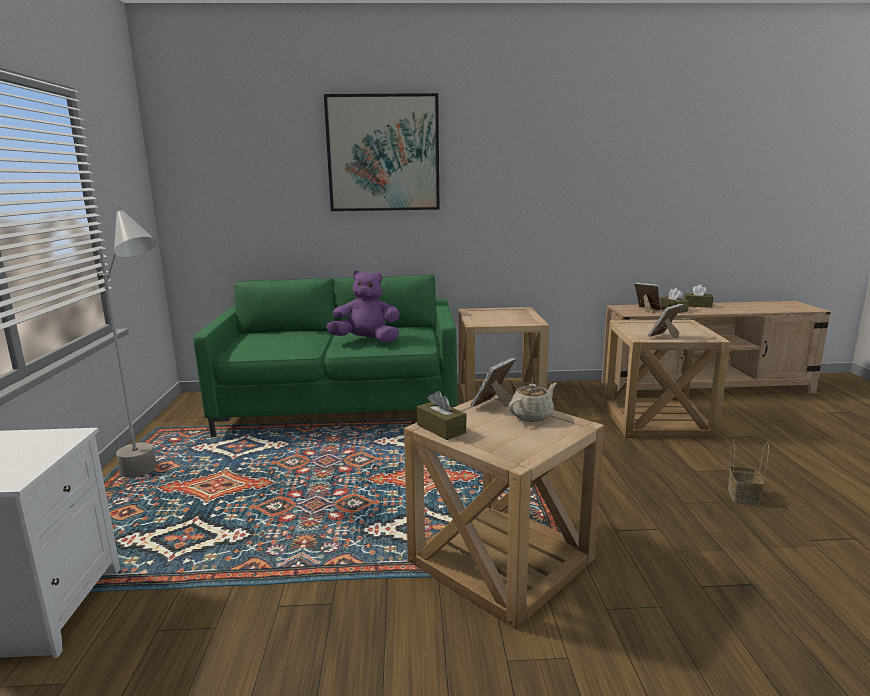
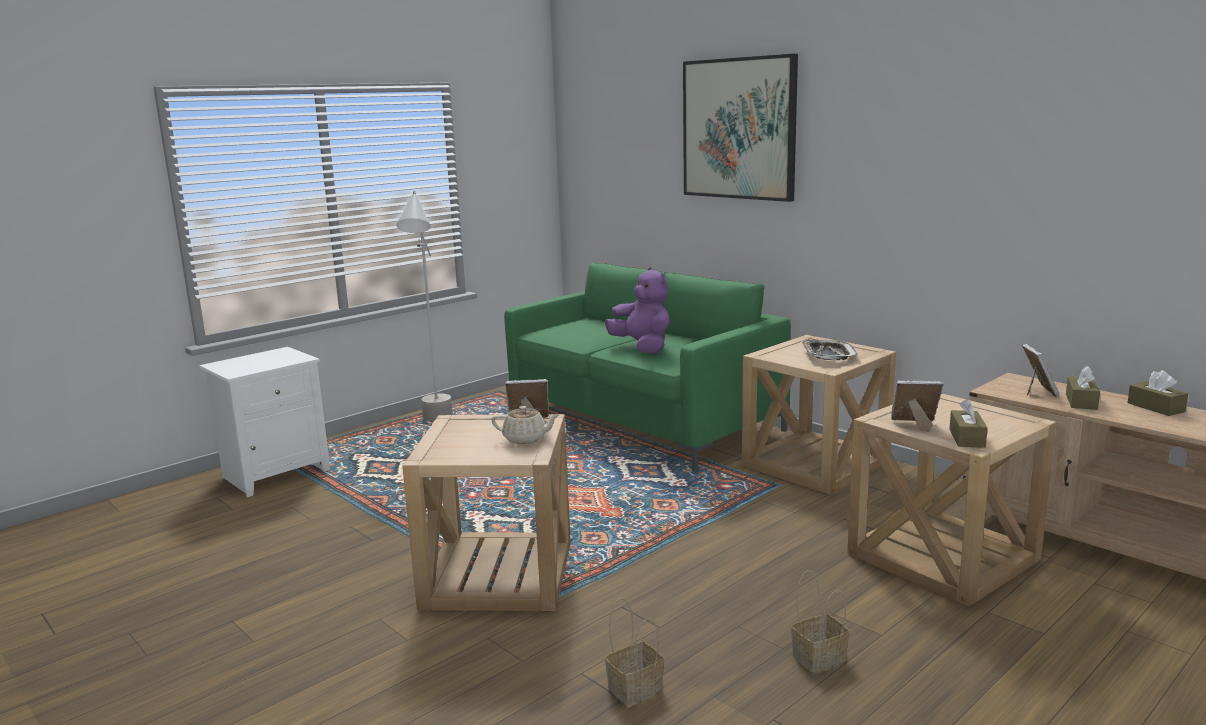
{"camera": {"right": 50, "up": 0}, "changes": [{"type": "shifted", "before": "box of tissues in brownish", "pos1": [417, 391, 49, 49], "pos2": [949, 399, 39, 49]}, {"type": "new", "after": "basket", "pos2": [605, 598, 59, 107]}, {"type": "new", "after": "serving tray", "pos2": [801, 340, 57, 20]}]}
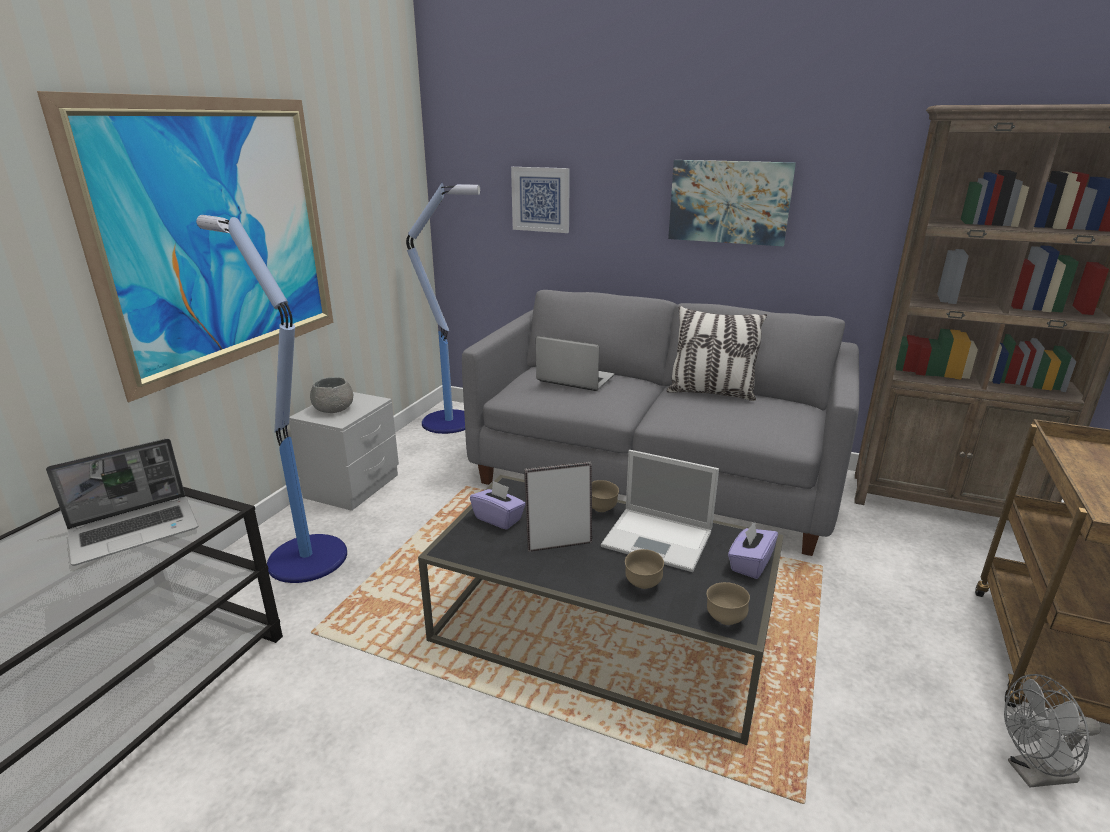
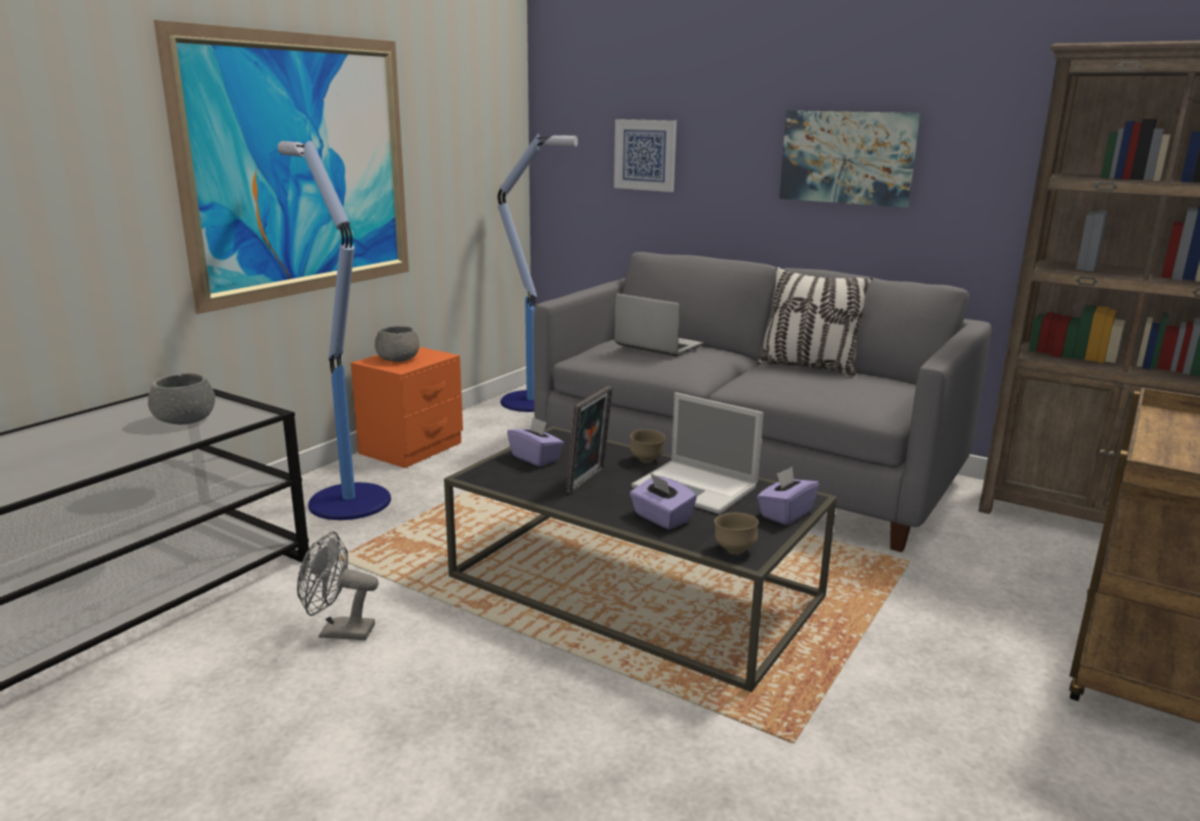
{"camera": {"right": 10, "up": -5}, "changes": [{"type": "swapped", "before": "notebook computer", "after": "deep dish in greyish", "pos1": [46, 438, 152, 128], "pos2": [148, 373, 67, 52]}, {"type": "repainted", "before": "nightstand in greyish", "after": "nightstand in orangey", "pos1": [289, 392, 110, 119], "pos2": [351, 347, 112, 121]}, {"type": "rotated", "before": "photo frame", "pos1": [524, 461, 68, 91], "pos2": [566, 386, 47, 108], "turn": 120}, {"type": "swapped", "before": "deep dish in brownish", "after": "box of tissues in purple", "pos1": [625, 549, 39, 40], "pos2": [630, 473, 67, 57]}, {"type": "shifted", "before": "fan in greyish", "pos1": [1004, 674, 97, 114], "pos2": [297, 531, 82, 109]}]}
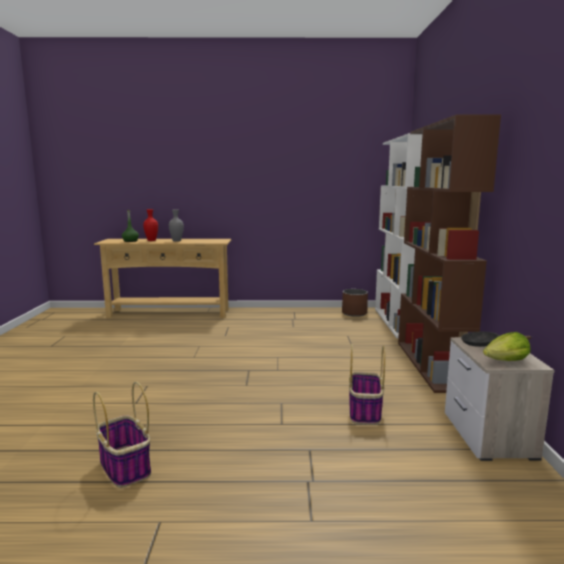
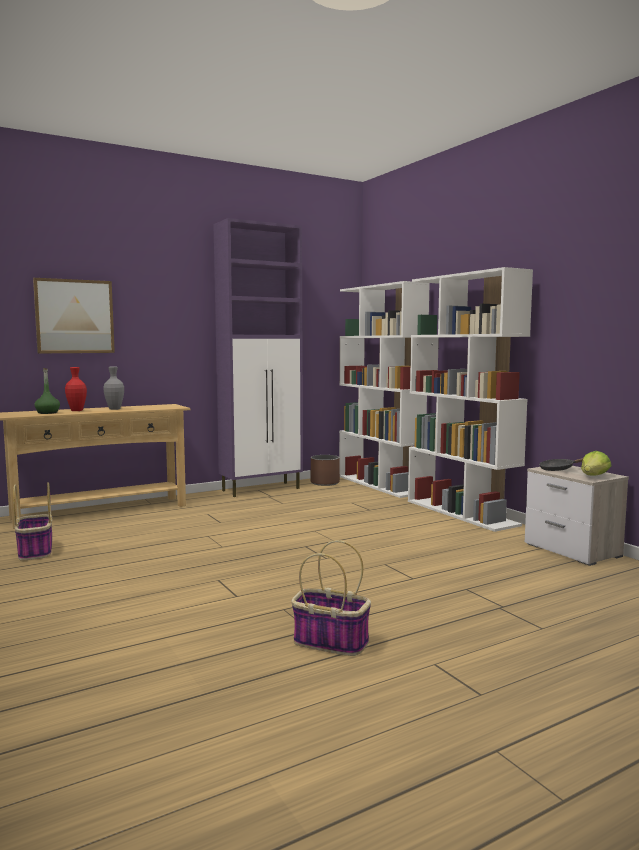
{"camera": {"right": -30, "up": -5}, "changes": [{"type": "shifted", "before": "basket", "pos1": [349, 344, 36, 81], "pos2": [13, 482, 39, 79]}, {"type": "repainted", "before": "bookcase in brownish", "after": "bookcase in white-coloured", "pos1": [398, 115, 103, 278], "pos2": [408, 267, 125, 265]}, {"type": "new", "after": "wall art", "pos2": [33, 278, 82, 75]}, {"type": "new", "after": "cupboard in purple", "pos2": [213, 218, 90, 279]}]}
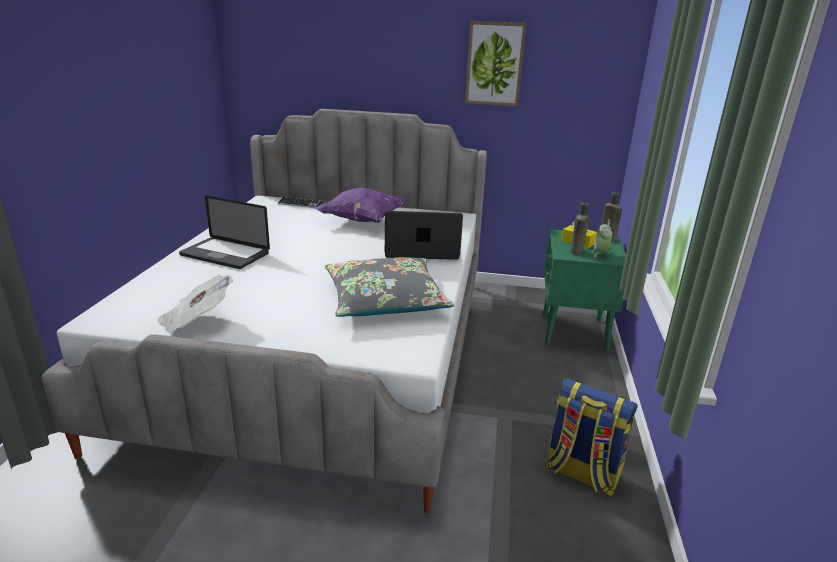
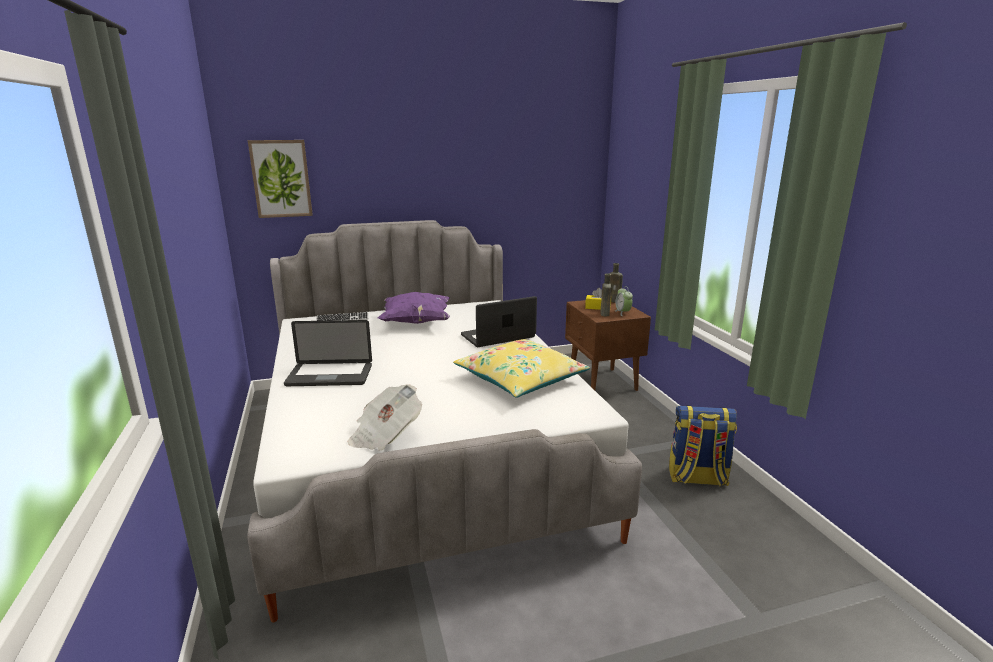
{"camera": {"right": -25, "up": -5}, "changes": [{"type": "repainted", "before": "cushion in greyish", "after": "cushion in yellow-coloured", "pos1": [325, 257, 129, 60], "pos2": [453, 339, 137, 59]}, {"type": "shifted", "before": "wall art", "pos1": [465, 21, 62, 85], "pos2": [248, 140, 65, 78]}, {"type": "repainted", "before": "nightstand in green-coloured", "after": "nightstand in brownish", "pos1": [543, 229, 83, 123], "pos2": [565, 300, 86, 91]}]}
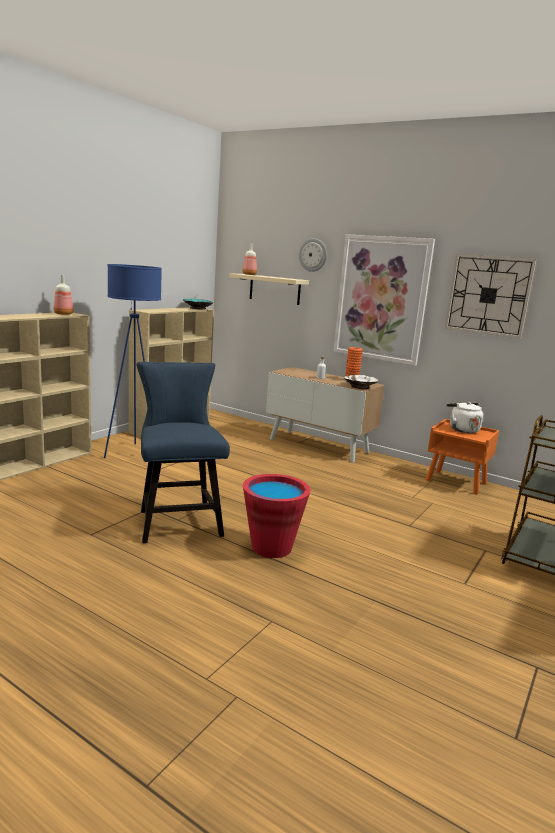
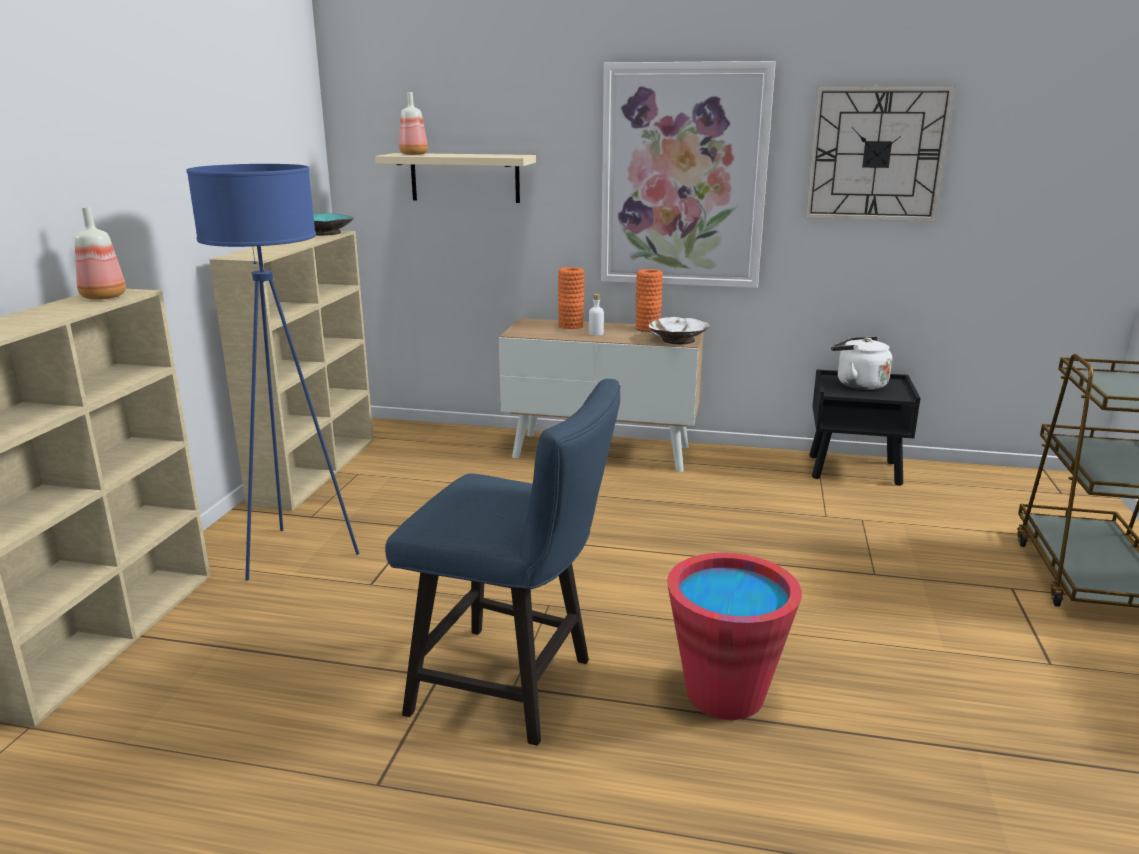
{"camera": {"right": -20, "up": 5}, "changes": [{"type": "rotated", "before": "chair in blue", "pos1": [136, 362, 94, 181], "pos2": [385, 379, 236, 367], "turn": 150}, {"type": "gone", "before": "wall clock", "pos1": [299, 238, 28, 34]}, {"type": "repainted", "before": "nightstand in orangey", "after": "nightstand in black", "pos1": [426, 419, 73, 75], "pos2": [809, 369, 112, 117]}, {"type": "new", "after": "flower vase in orangey", "pos2": [558, 267, 27, 62]}]}
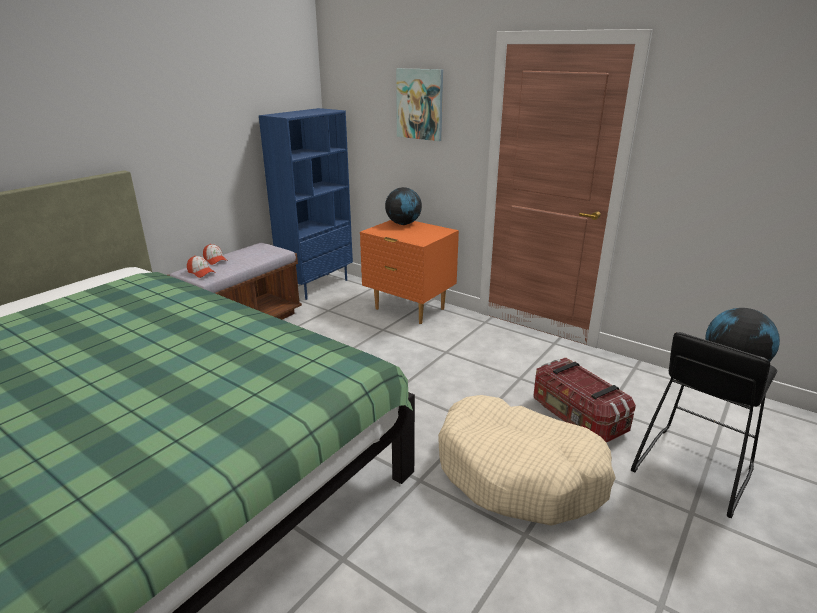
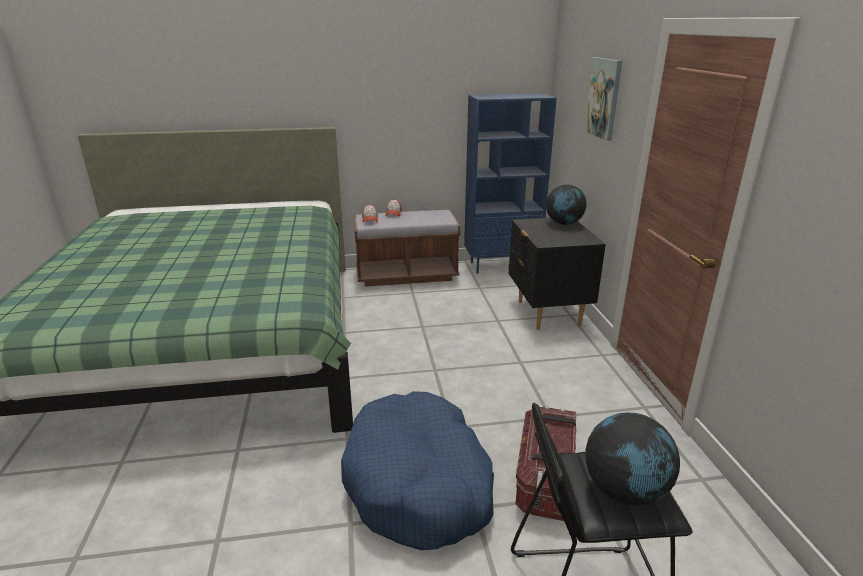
{"camera": {"right": 45, "up": 0}, "changes": [{"type": "repainted", "before": "nightstand in orangey", "after": "nightstand in black", "pos1": [360, 220, 99, 104], "pos2": [509, 218, 97, 112]}, {"type": "repainted", "before": "pet bed in beige", "after": "pet bed in blue", "pos1": [438, 395, 178, 131], "pos2": [341, 391, 153, 159]}]}
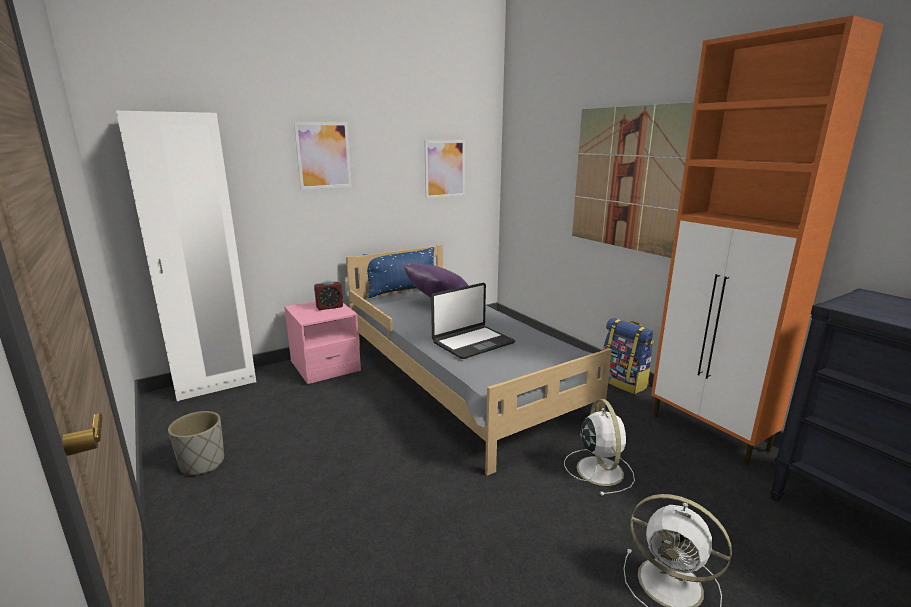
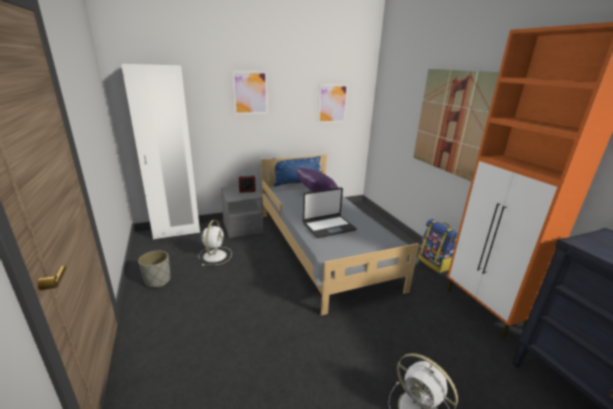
{"camera": {"right": 10, "up": 5}, "changes": [{"type": "repainted", "before": "nightstand in pink-coloured", "after": "nightstand in greyish", "pos1": [284, 301, 77, 83], "pos2": [221, 186, 42, 52]}, {"type": "shifted", "before": "fan in white-coloured", "pos1": [564, 399, 71, 96], "pos2": [199, 220, 33, 46]}]}
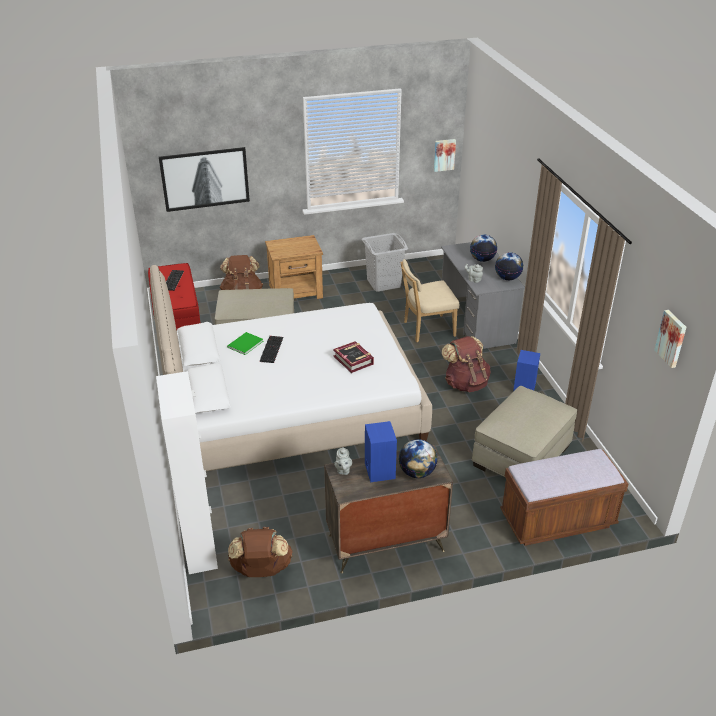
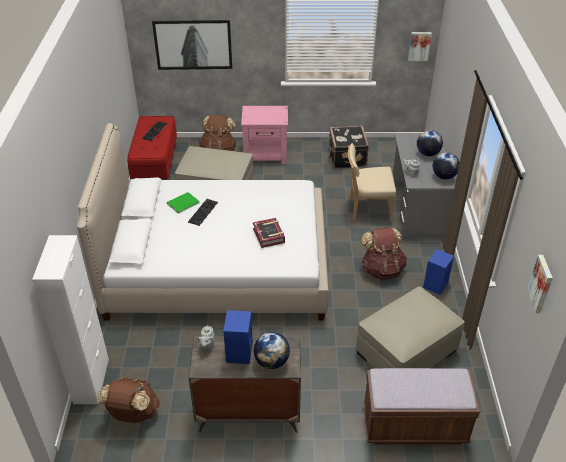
{"camera": {"right": 15, "up": 5}, "changes": [{"type": "repainted", "before": "nightstand in brownish", "after": "nightstand in pink-coloured", "pos1": [265, 235, 58, 64], "pos2": [241, 106, 47, 58]}, {"type": "swapped", "before": "washing basket in greyish", "after": "suitcase in black", "pos1": [362, 233, 46, 59], "pos2": [329, 126, 40, 43]}]}
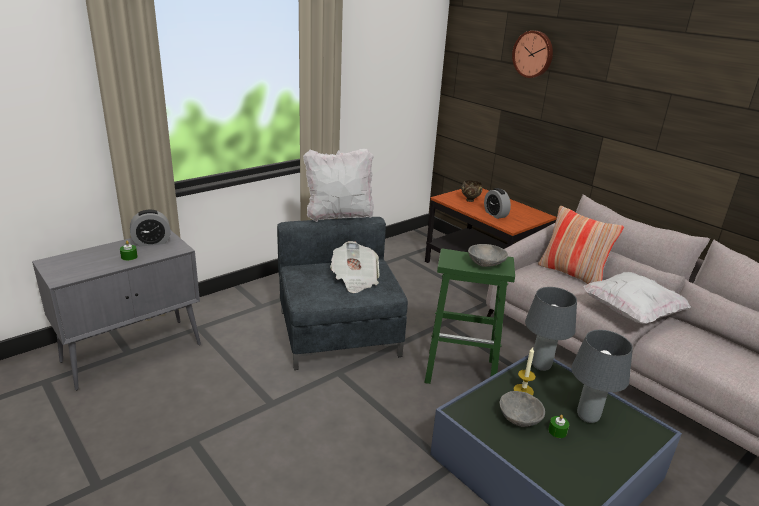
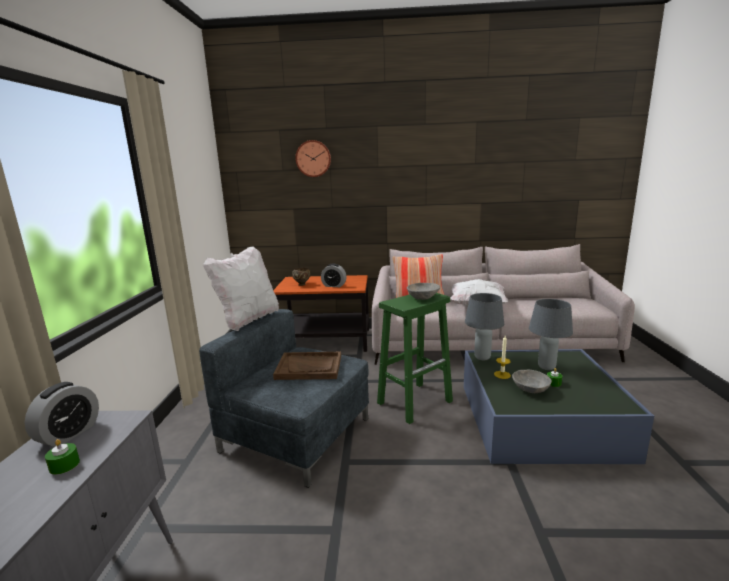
{"camera": {"right": -45, "up": -10}, "changes": [{"type": "swapped", "before": "printed paper", "after": "serving tray in brownish", "pos1": [330, 241, 50, 52], "pos2": [273, 352, 68, 28]}]}
